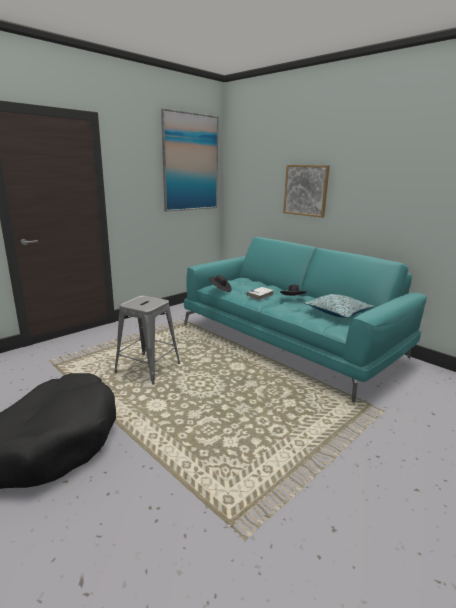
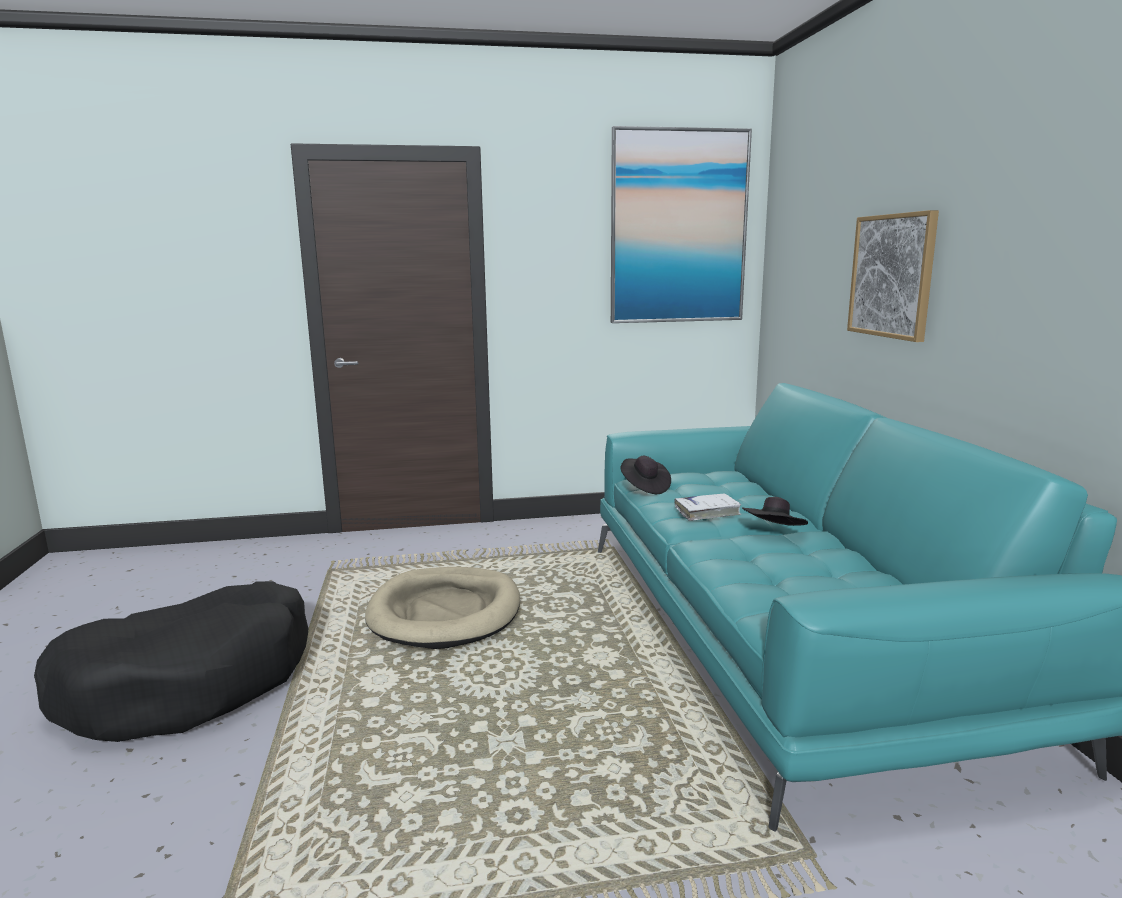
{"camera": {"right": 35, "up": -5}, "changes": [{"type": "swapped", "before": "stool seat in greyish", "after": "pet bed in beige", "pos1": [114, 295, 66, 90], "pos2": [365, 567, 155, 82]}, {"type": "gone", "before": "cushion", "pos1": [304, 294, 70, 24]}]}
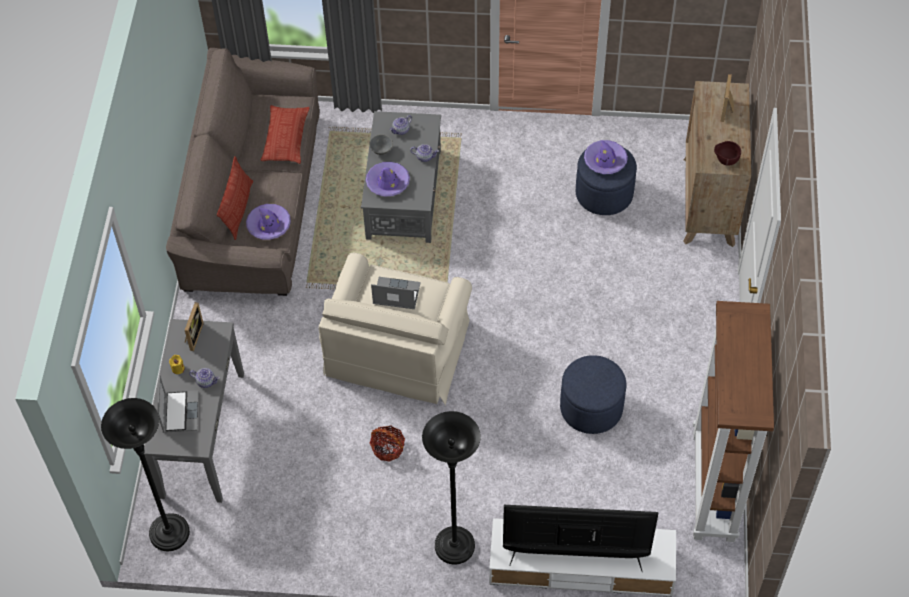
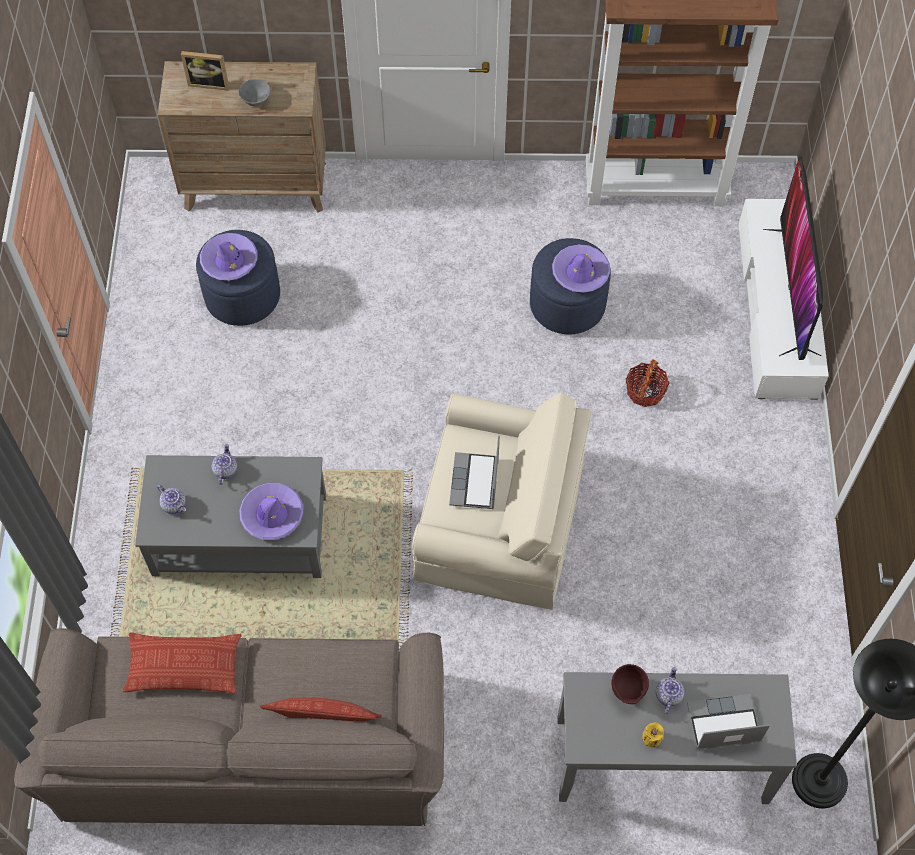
{"camera": {"right": -95, "up": 5}, "changes": [{"type": "gone", "before": "photo frame", "pos1": [185, 302, 19, 49]}, {"type": "shifted", "before": "clothing hat in purple", "pos1": [246, 204, 45, 36], "pos2": [552, 244, 58, 49]}, {"type": "shifted", "before": "deep dish in greyish", "pos1": [369, 134, 24, 21], "pos2": [238, 79, 33, 27]}, {"type": "shifted", "before": "basket", "pos1": [370, 426, 35, 36], "pos2": [626, 359, 44, 48]}, {"type": "gone", "before": "standing lamp in black", "pos1": [422, 411, 59, 154]}, {"type": "shifted", "before": "deep dish in brownish", "pos1": [714, 141, 27, 25], "pos2": [612, 664, 37, 40]}]}
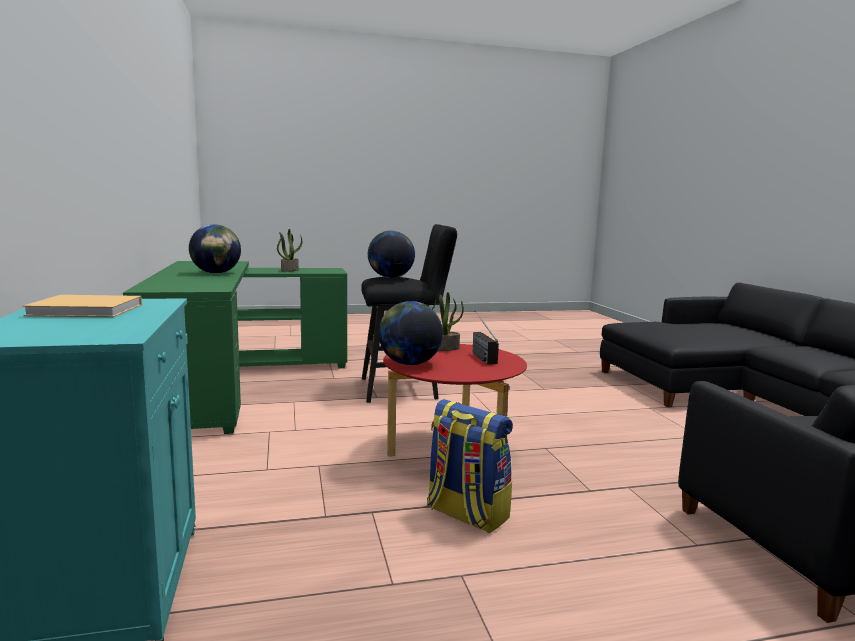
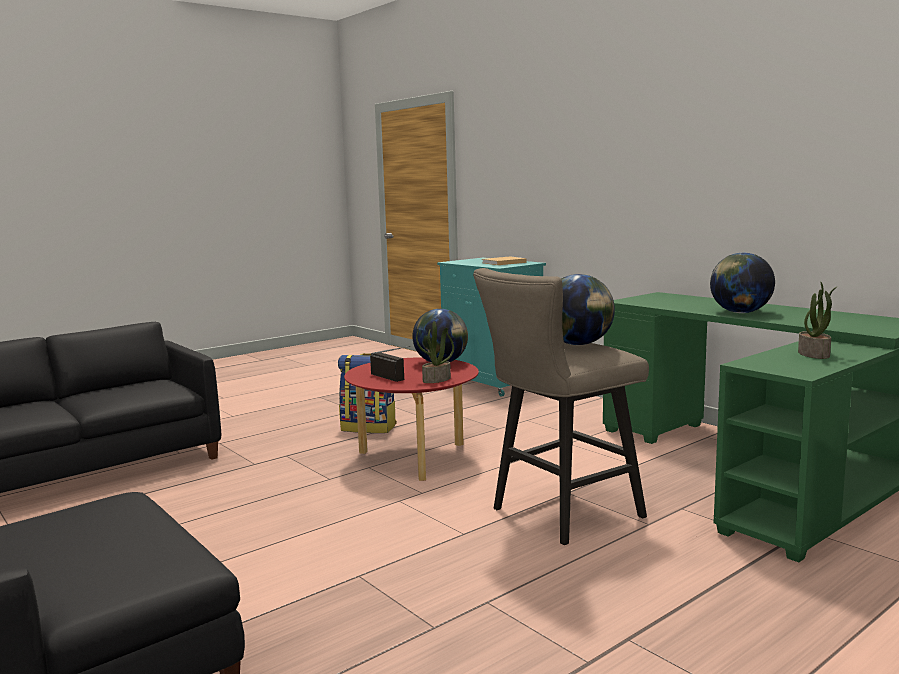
{"camera": {"right": 155, "up": 0}, "changes": [{"type": "repainted", "before": "stool seat in black", "after": "stool seat in beige", "pos1": [361, 224, 96, 179], "pos2": [473, 268, 176, 277]}]}
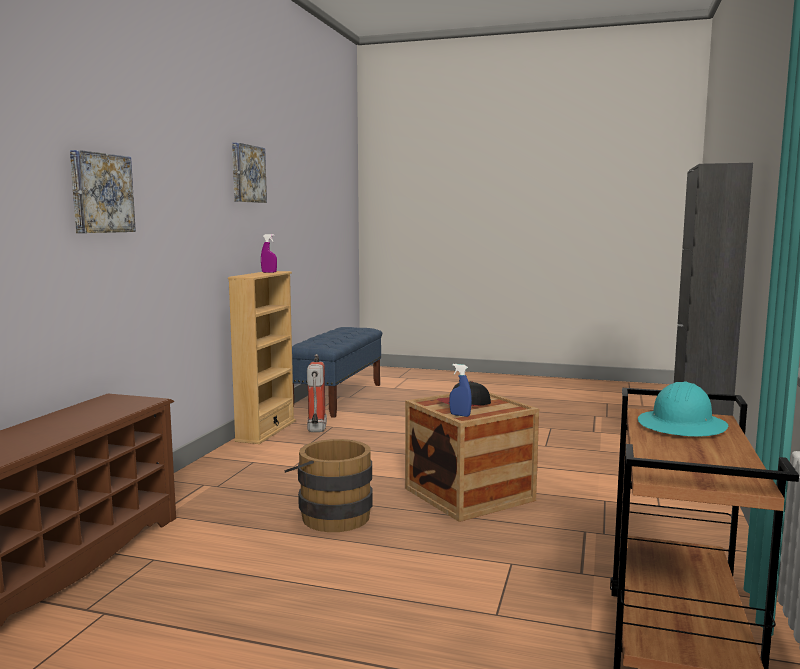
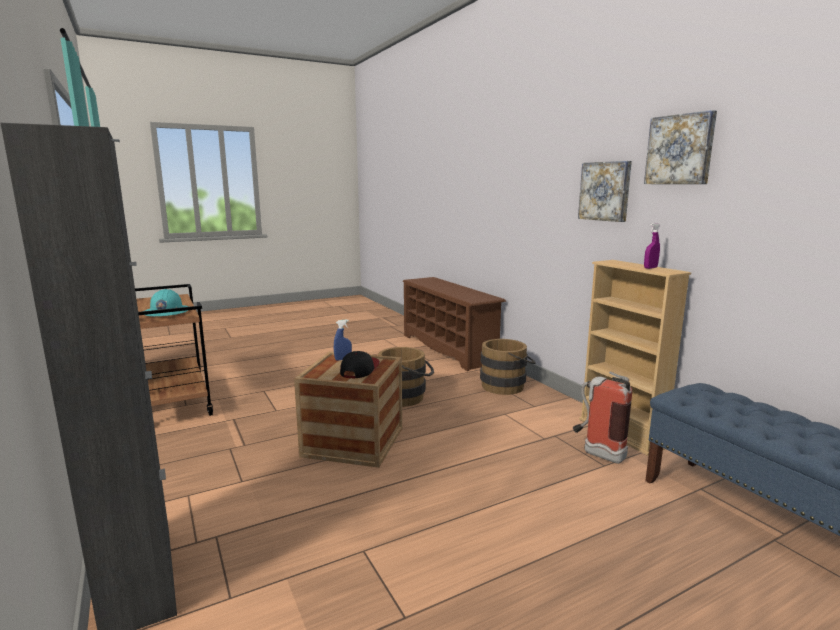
{"camera": {"right": 135, "up": 5}, "changes": [{"type": "shifted", "before": "wall art", "pos1": [70, 150, 66, 83], "pos2": [578, 161, 54, 61]}, {"type": "new", "after": "bucket in brownish", "pos2": [480, 339, 56, 56]}]}
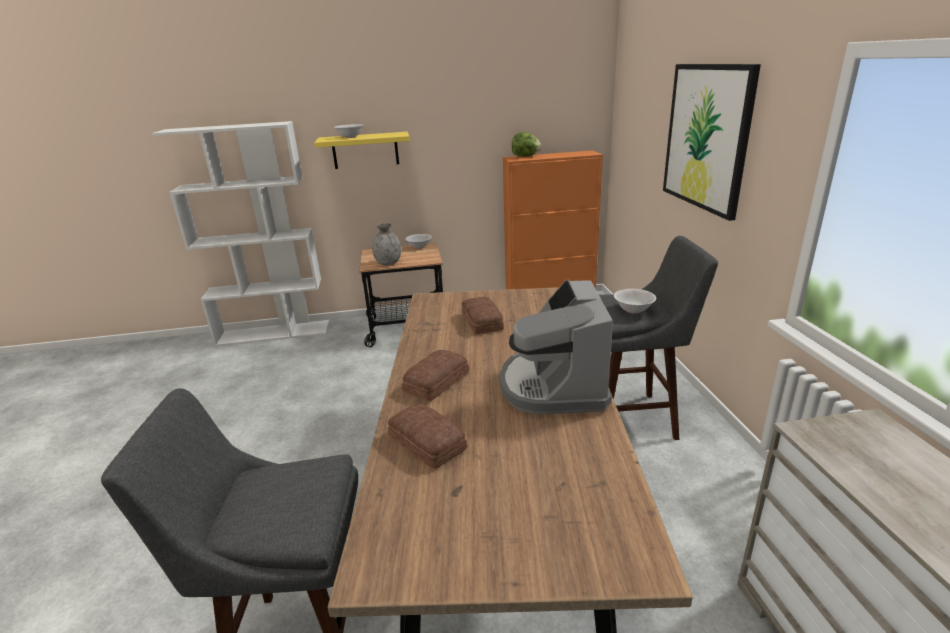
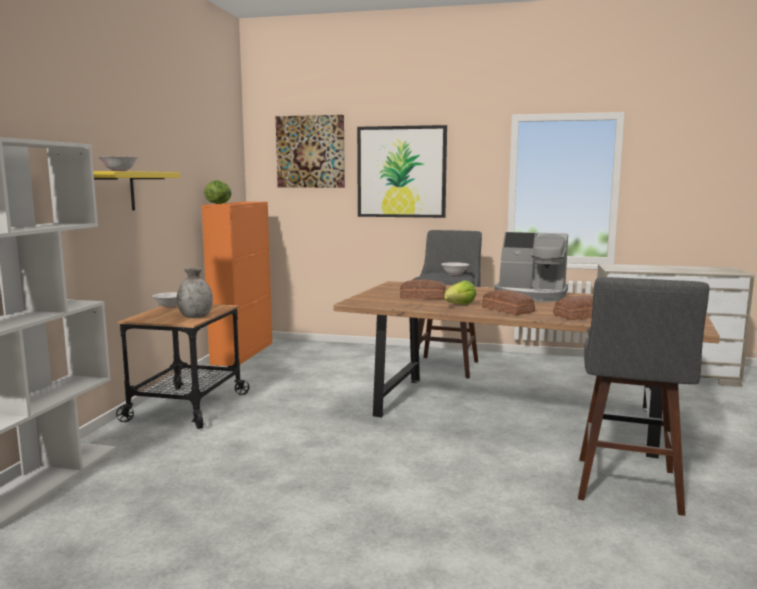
{"camera": {"right": -70, "up": -15}, "changes": [{"type": "new", "after": "wall art", "pos2": [276, 115, 69, 73]}, {"type": "new", "after": "head of lettuce", "pos2": [444, 280, 32, 25]}]}
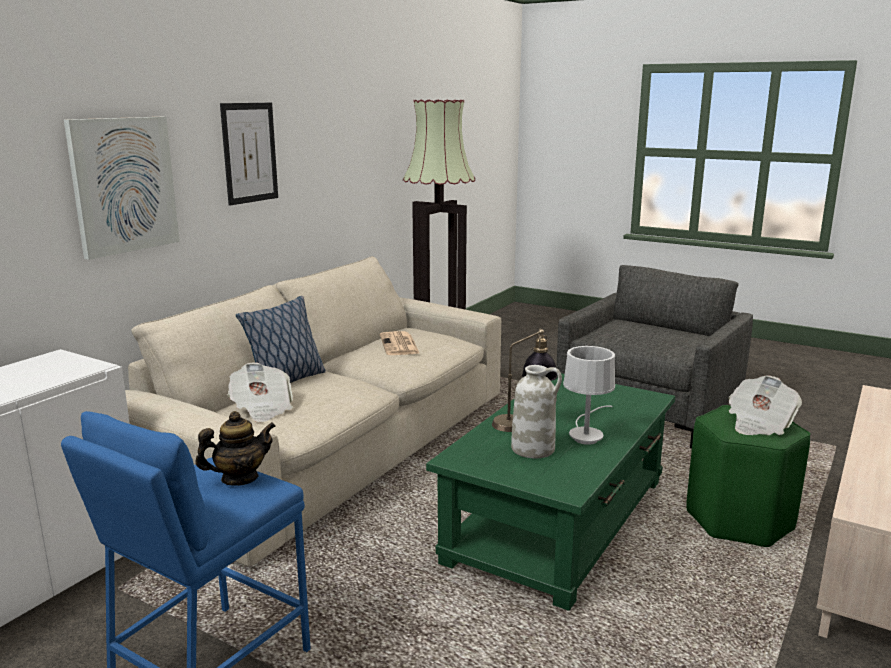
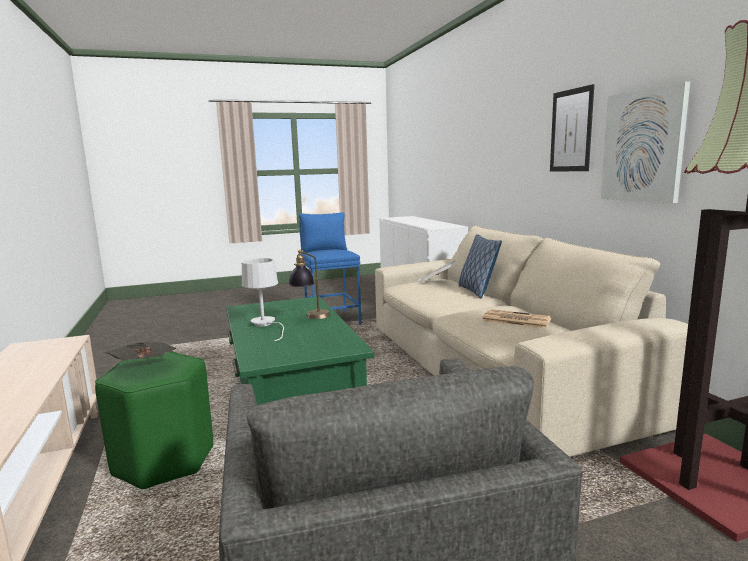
{"camera": {"right": 130, "up": -5}, "changes": [{"type": "shifted", "before": "wall art", "pos1": [64, 117, 116, 143], "pos2": [601, 81, 89, 122]}, {"type": "gone", "before": "pot for tea", "pos1": [195, 411, 81, 75]}, {"type": "gone", "before": "flower vase in white-coloured", "pos1": [511, 365, 51, 93]}]}
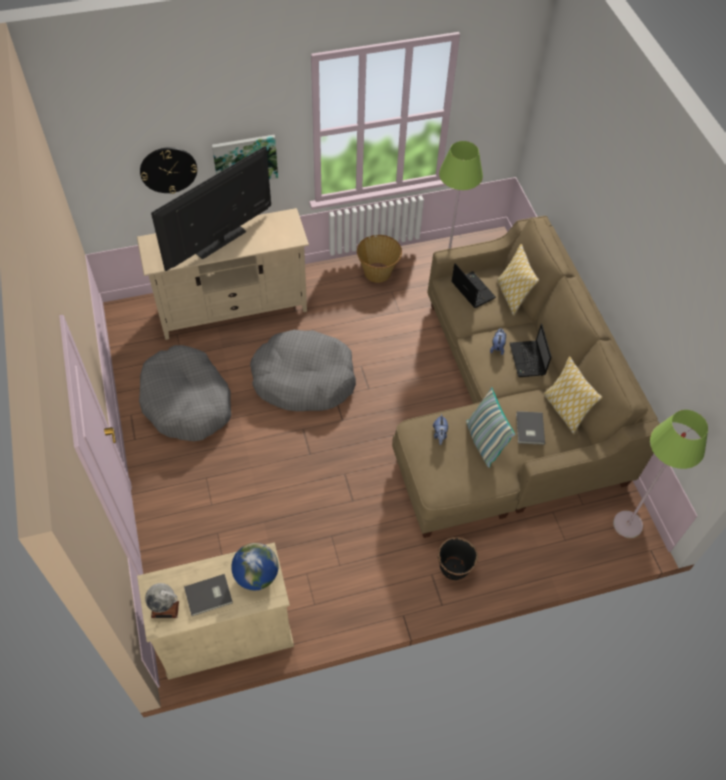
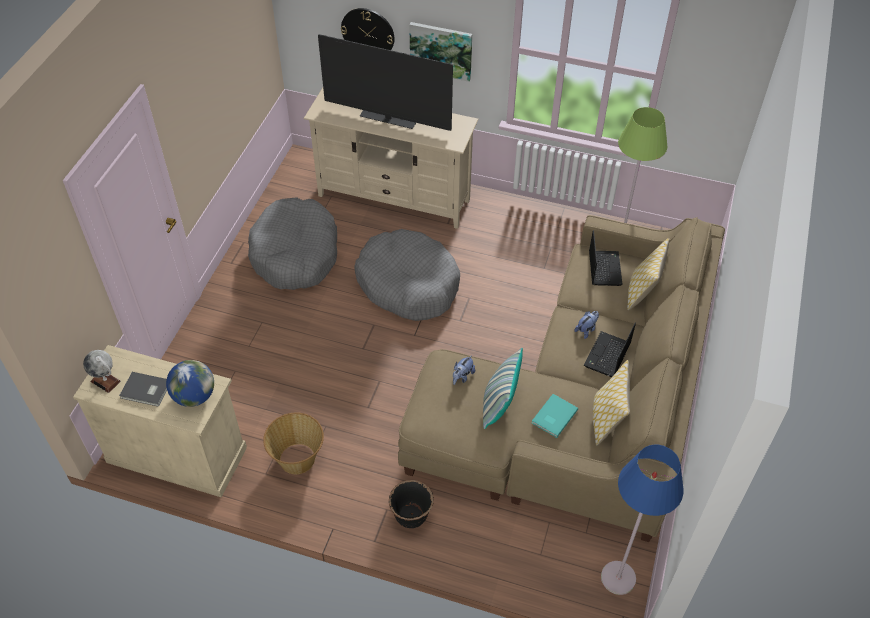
{"camera": {"right": 35, "up": -5}, "changes": [{"type": "rotated", "before": "TV", "pos1": [151, 146, 120, 125], "pos2": [318, 34, 135, 97], "turn": -150}, {"type": "shifted", "before": "basket", "pos1": [357, 235, 45, 48], "pos2": [263, 412, 61, 62]}, {"type": "repainted", "before": "book in greyish", "after": "book in turquoise-coloured", "pos1": [516, 411, 29, 34], "pos2": [532, 394, 46, 44]}, {"type": "repainted", "before": "standing lamp in green-coloured", "after": "standing lamp in blue", "pos1": [613, 410, 95, 128], "pos2": [601, 445, 83, 150]}]}
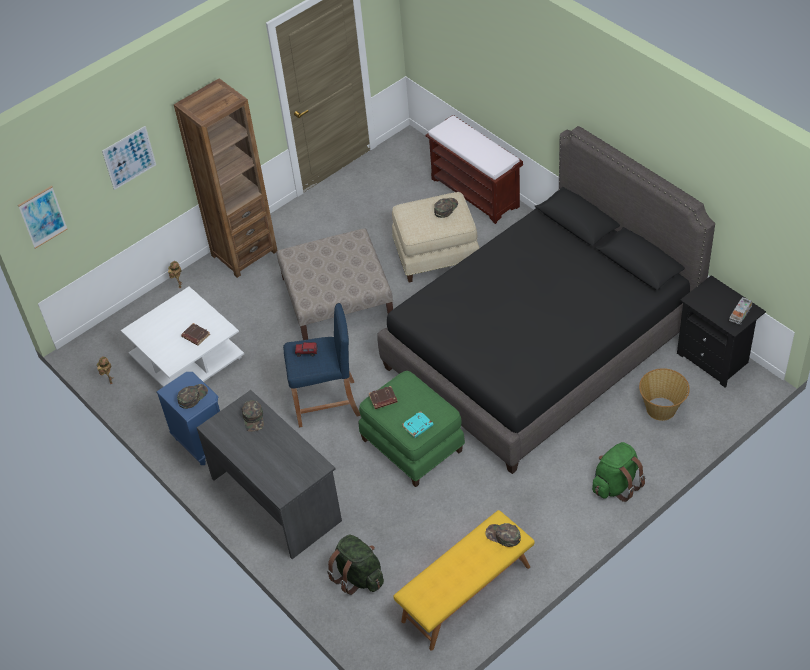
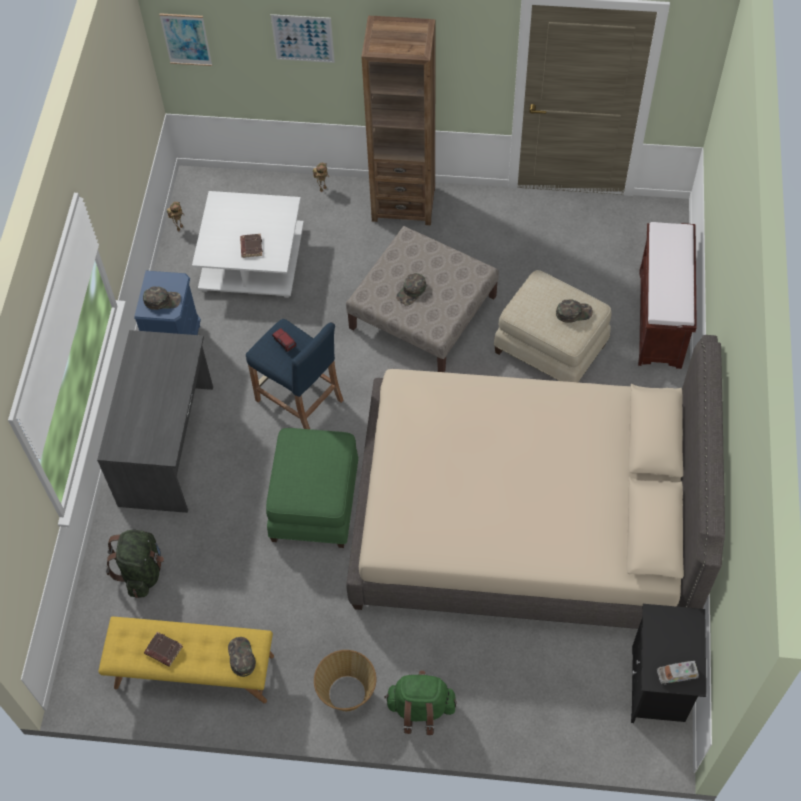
{"camera": {"right": 45, "up": 10}, "changes": [{"type": "shifted", "before": "peaked cap in green-coloured", "pos1": [242, 400, 22, 32], "pos2": [396, 273, 30, 32]}, {"type": "shifted", "before": "book in brownish", "pos1": [369, 386, 28, 23], "pos2": [144, 632, 39, 35]}, {"type": "repainted", "before": "bed in black", "after": "bed in beige", "pos1": [377, 126, 338, 348], "pos2": [346, 335, 379, 294]}, {"type": "gone", "before": "book in turquoise-coloured", "pos1": [402, 411, 31, 27]}, {"type": "shifted", "before": "basket", "pos1": [639, 368, 51, 53], "pos2": [314, 650, 62, 61]}]}
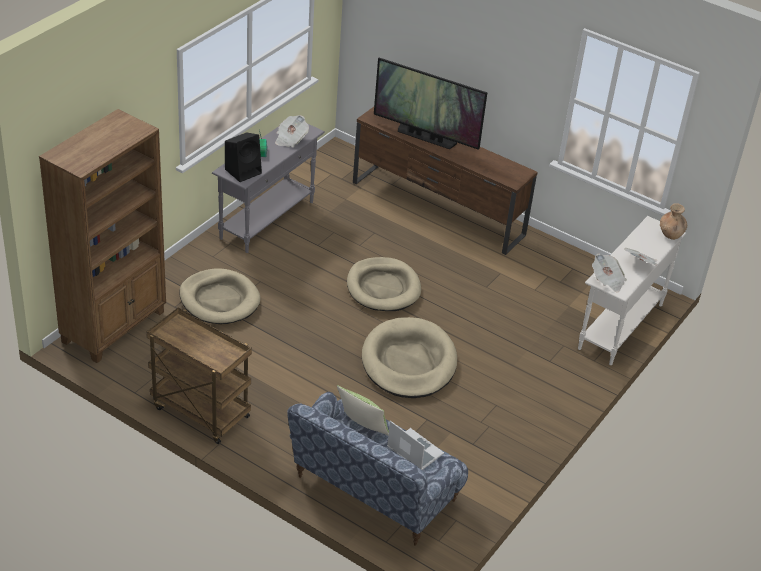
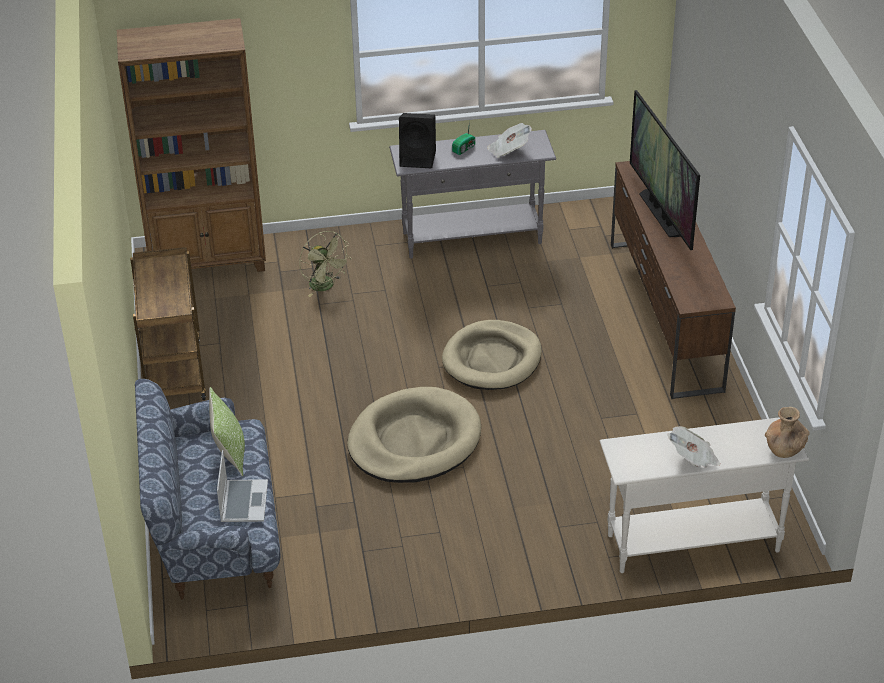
{"camera": {"right": 50, "up": 0}, "changes": [{"type": "swapped", "before": "pet bed in beige", "after": "fan in green-coloured", "pos1": [179, 268, 82, 56], "pos2": [299, 231, 52, 66]}, {"type": "gone", "before": "printed paper", "pos1": [592, 253, 35, 40]}]}
